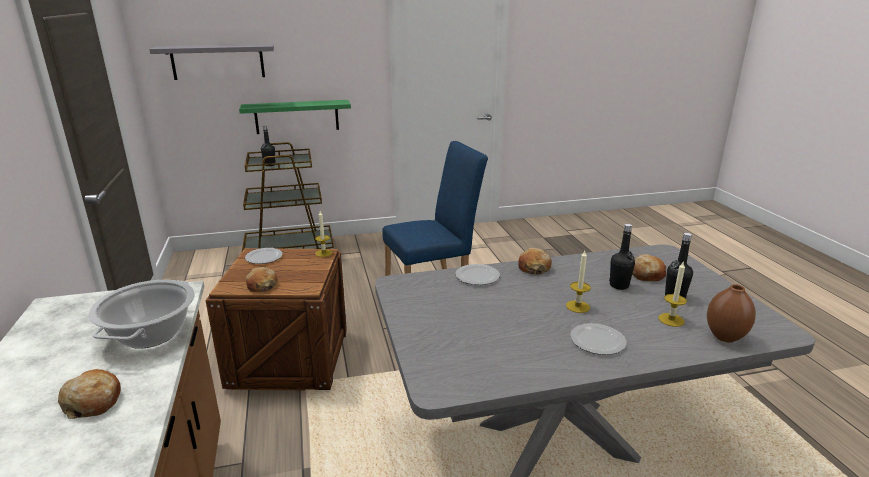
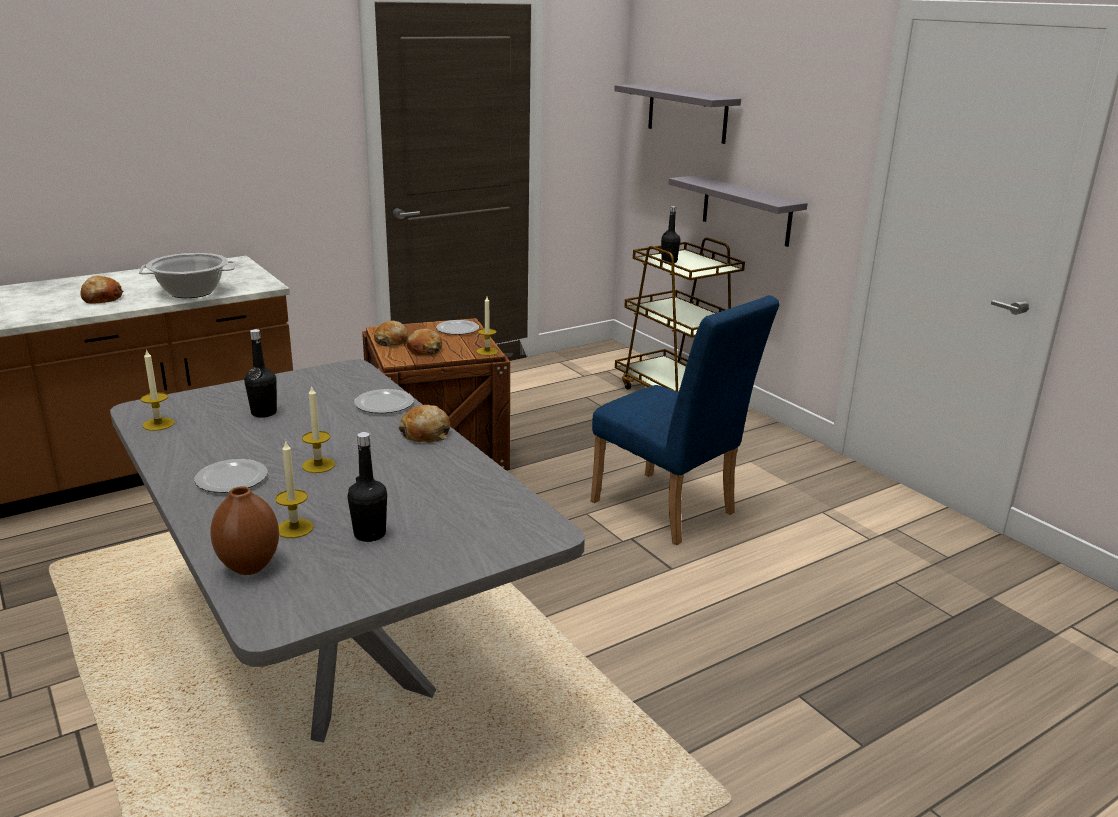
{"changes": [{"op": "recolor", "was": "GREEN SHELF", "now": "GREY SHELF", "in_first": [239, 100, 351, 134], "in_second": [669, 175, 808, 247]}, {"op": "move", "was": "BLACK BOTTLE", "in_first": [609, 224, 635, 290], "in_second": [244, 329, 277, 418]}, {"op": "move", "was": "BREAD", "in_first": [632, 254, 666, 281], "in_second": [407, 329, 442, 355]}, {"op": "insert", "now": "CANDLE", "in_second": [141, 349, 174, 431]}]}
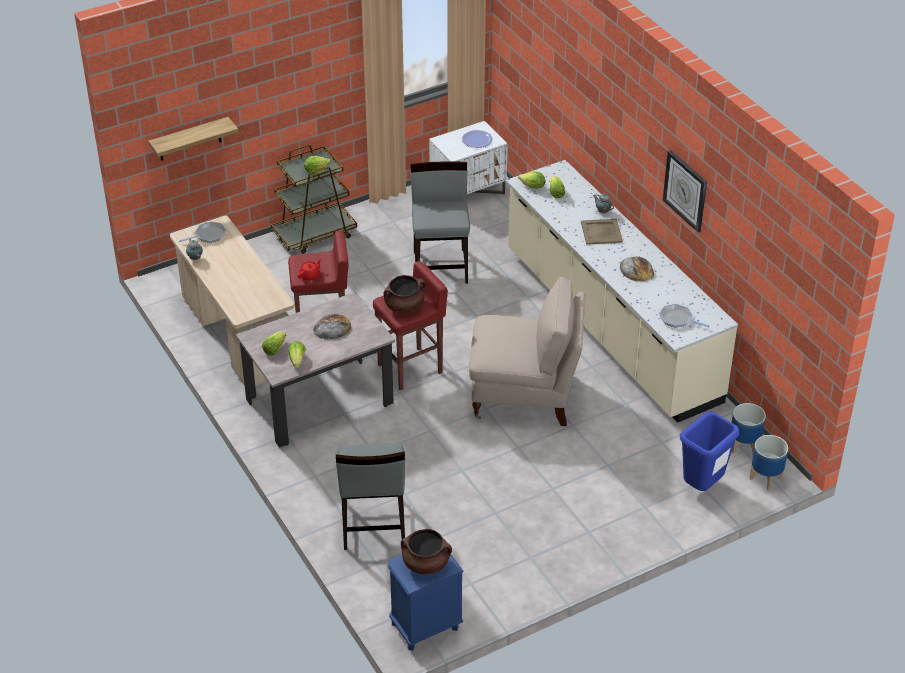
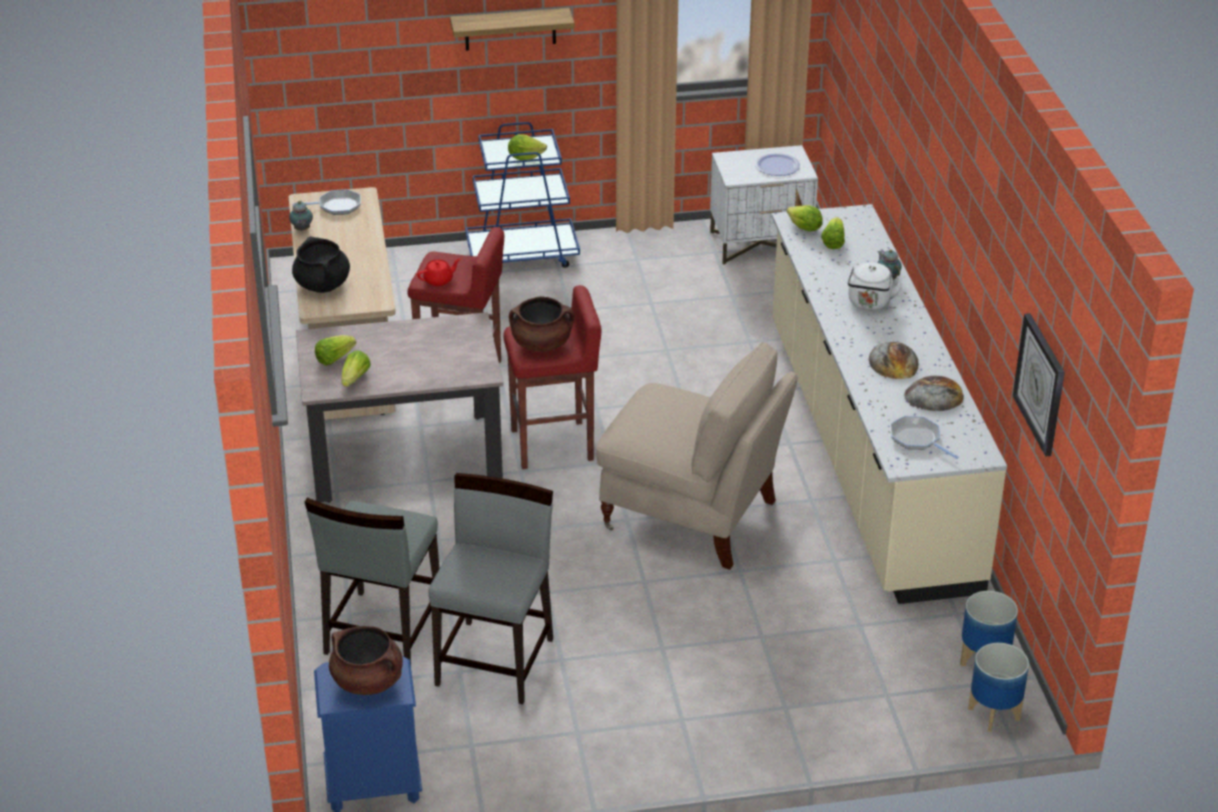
{"changes": [{"op": "move", "was": "SHELF", "in_first": [148, 117, 238, 161], "in_second": [450, 8, 575, 51]}, {"op": "recolor", "was": "BROWN CART", "now": "BLUE CART", "in_first": [271, 145, 357, 254], "in_second": [466, 122, 580, 268]}, {"op": "move", "was": "BREAD", "in_first": [313, 314, 351, 339], "in_second": [904, 376, 964, 411]}, {"op": "move", "was": "GREY CHAIR", "in_first": [410, 161, 470, 284], "in_second": [429, 473, 553, 704]}, {"op": "replace", "was": "BEIGE TRAY", "now": "WHITE KETTLE", "in_first": [581, 219, 623, 245], "in_second": [848, 262, 903, 310]}, {"op": "move", "was": "WALL CLOCK", "in_first": [663, 150, 707, 233], "in_second": [1013, 313, 1065, 457]}, {"op": "delete", "was": "BLUE TRASH CAN", "in_first": [680, 412, 739, 491]}, {"op": "insert", "now": "BLACK COOKING POT", "in_second": [292, 237, 350, 293]}]}
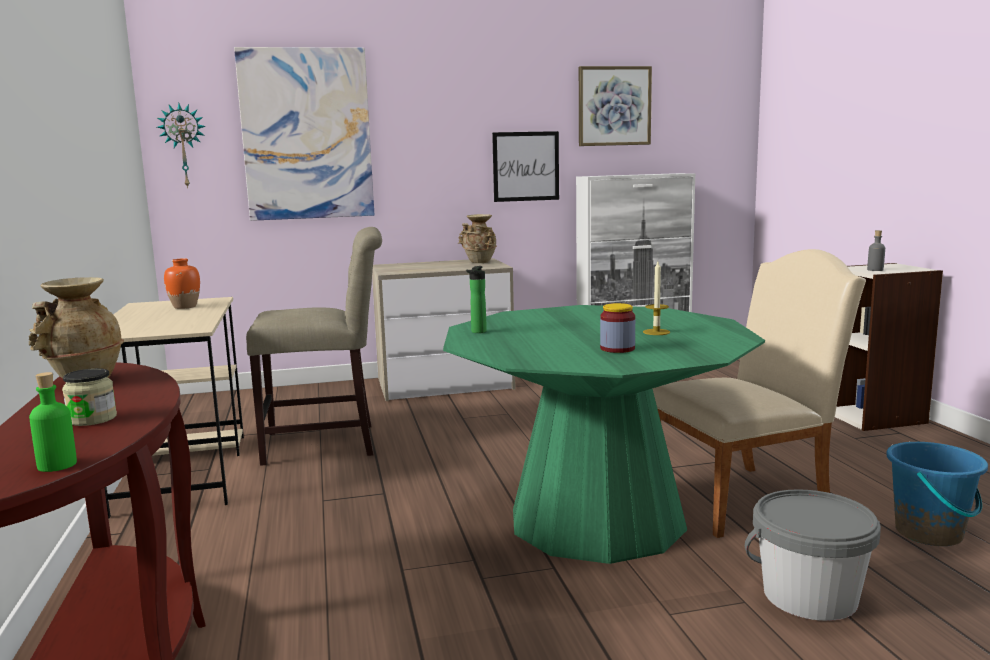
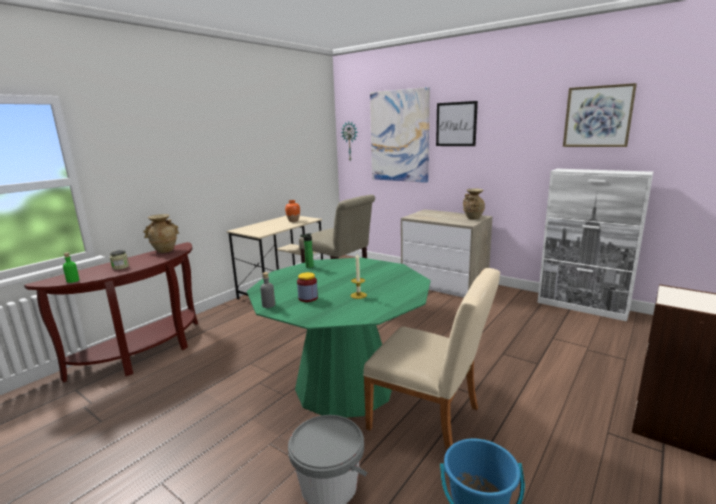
{"changes": [{"op": "move", "was": "PICTURE", "in_first": [492, 131, 559, 202], "in_second": [436, 101, 478, 146]}, {"op": "move", "was": "GREY BOTTLE", "in_first": [867, 230, 885, 271], "in_second": [260, 272, 275, 308]}]}
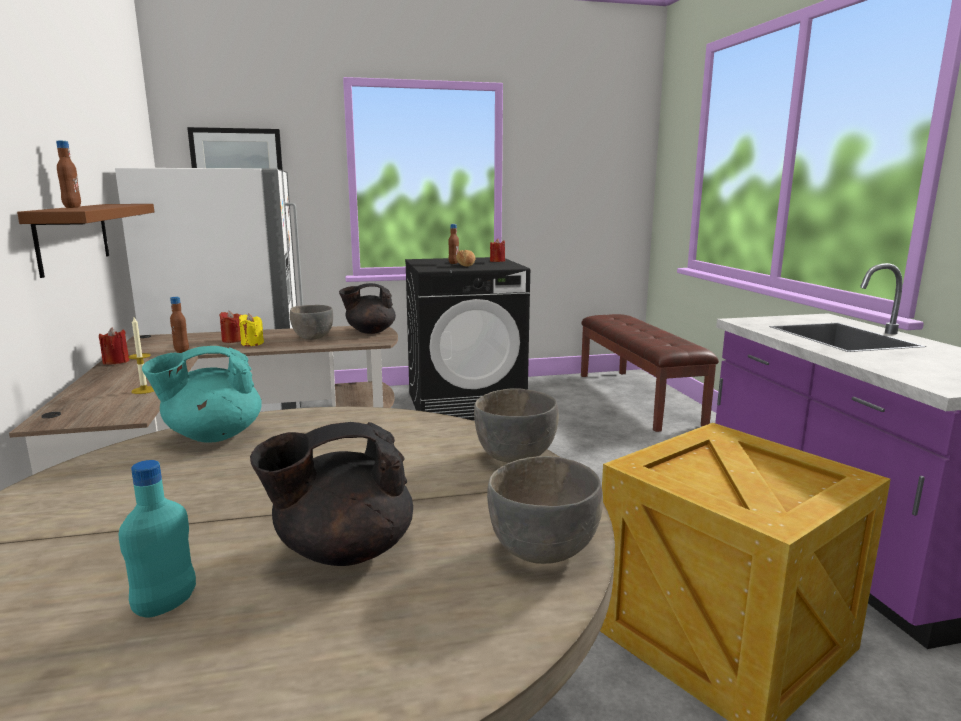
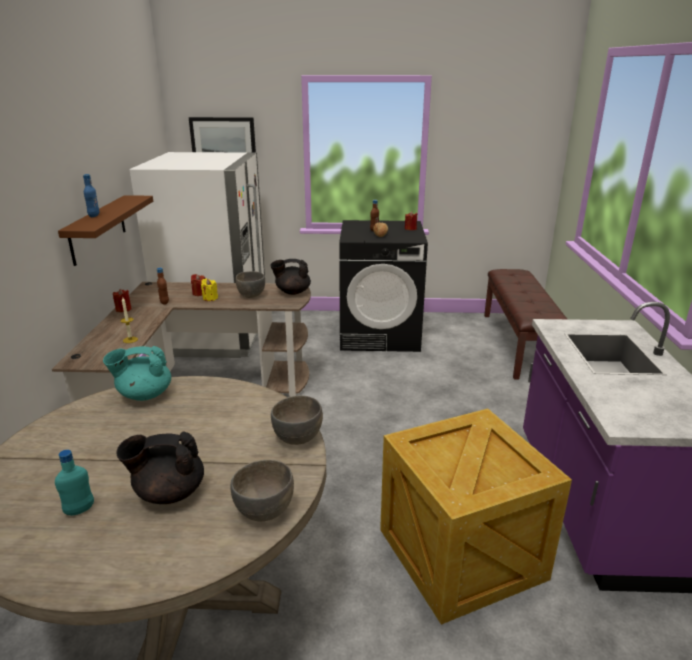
{"changes": [{"op": "recolor", "was": "BROWN BOTTLE", "now": "BLUE BOTTLE", "in_first": [56, 141, 81, 208], "in_second": [83, 174, 99, 217]}]}
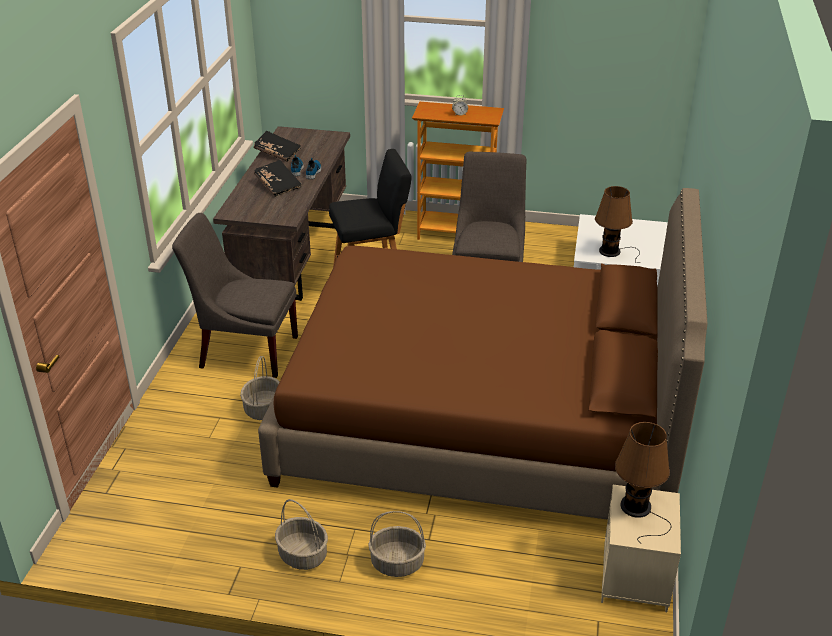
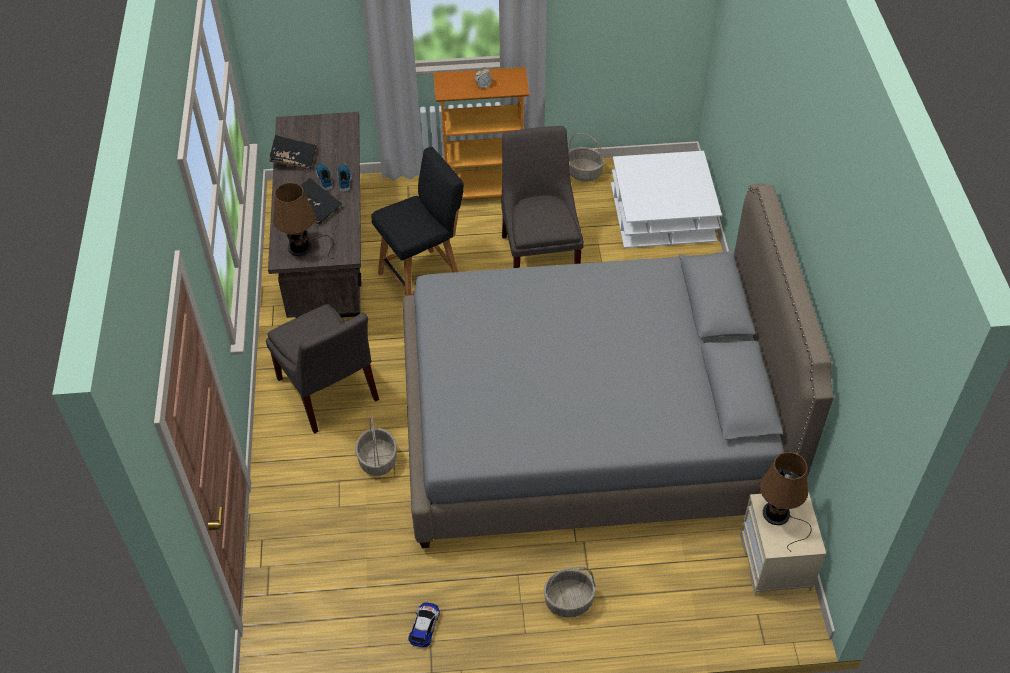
{"changes": [{"op": "rotate", "was": "GREY CHAIR", "in_first": [172, 213, 298, 378], "in_second": [266, 304, 379, 433], "clockwise": -120}, {"op": "recolor", "was": "BROWN BED", "now": "GREY BED", "in_first": [258, 188, 707, 520], "in_second": [403, 183, 833, 548]}, {"op": "move", "was": "BASKET", "in_first": [275, 499, 328, 570], "in_second": [568, 133, 604, 181]}, {"op": "move", "was": "BROWN TABLE LAMP", "in_first": [595, 186, 640, 263], "in_second": [273, 183, 334, 259]}, {"op": "insert", "now": "TOY CAR", "in_second": [408, 602, 440, 647]}]}
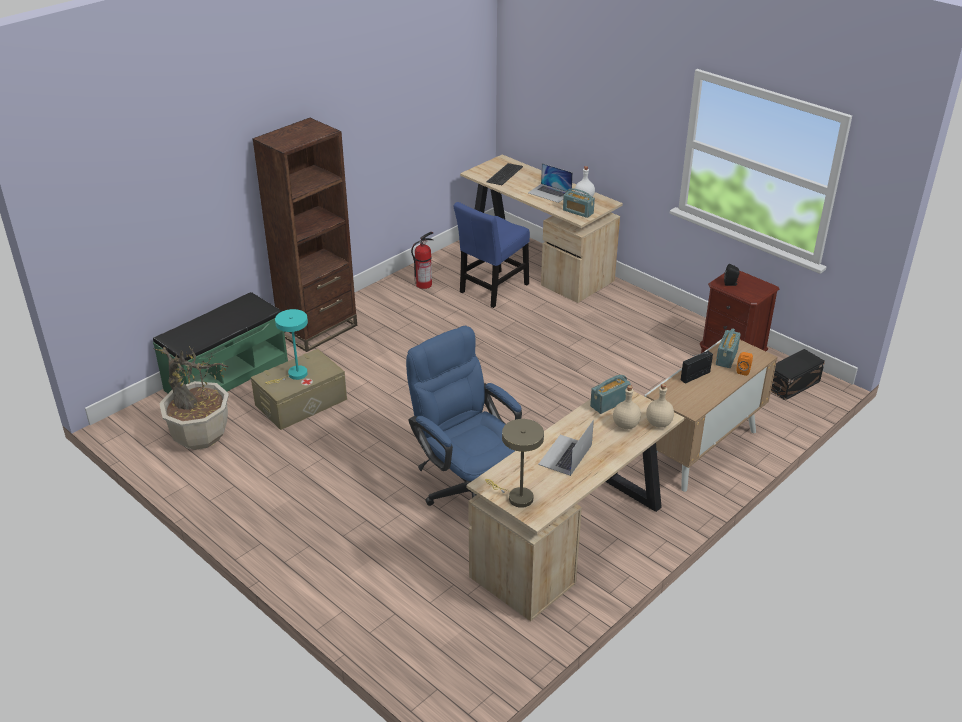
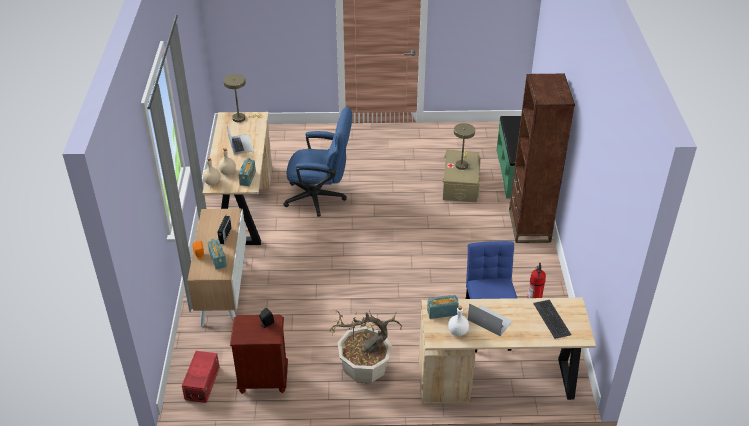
{"changes": [{"op": "move", "was": "POTTED PLANT", "in_first": [153, 346, 229, 450], "in_second": [329, 310, 403, 384]}, {"op": "recolor", "was": "TURQUOISE TABLE LAMP", "now": "BEIGE TABLE LAMP", "in_first": [265, 309, 308, 384], "in_second": [454, 123, 475, 170]}, {"op": "rotate", "was": "LAPTOP", "in_first": [528, 163, 573, 203], "in_second": [468, 303, 513, 336], "clockwise": 45}, {"op": "recolor", "was": "BLACK STORAGE BOX", "now": "RED STORAGE BOX", "in_first": [771, 349, 825, 400], "in_second": [182, 351, 220, 403]}]}
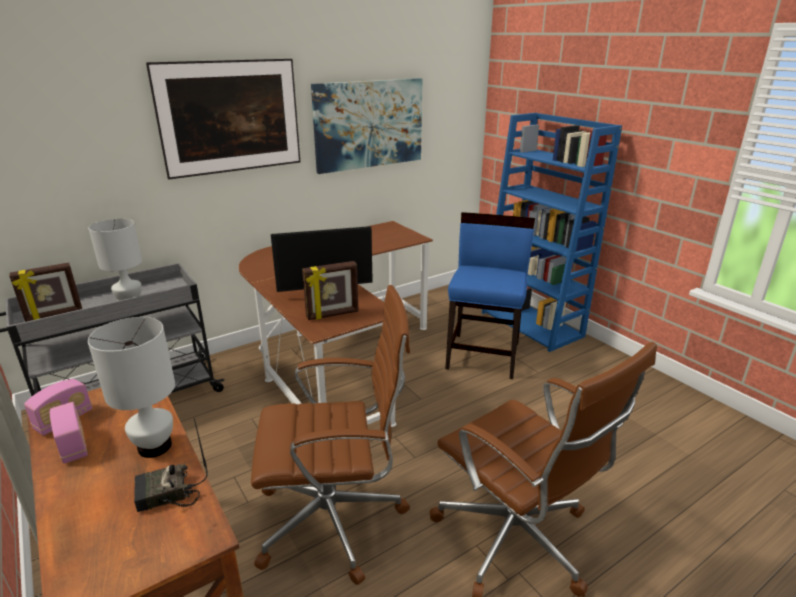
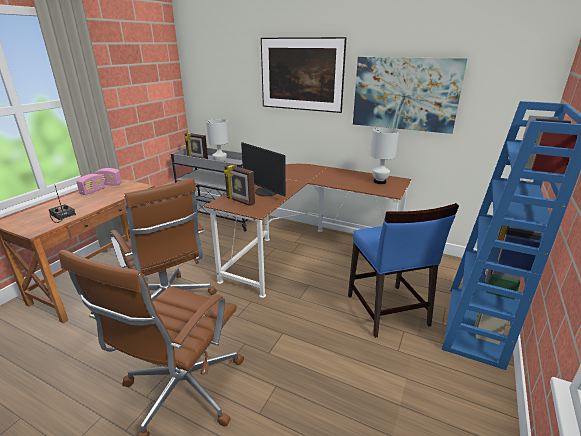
{"changes": [{"op": "move", "was": "WHITE TABLE LAMP", "in_first": [88, 317, 175, 458], "in_second": [370, 128, 399, 184]}, {"op": "rotate", "was": "BLUE CHAIR", "in_first": [445, 212, 535, 379], "in_second": [348, 203, 459, 338], "clockwise": 90}]}
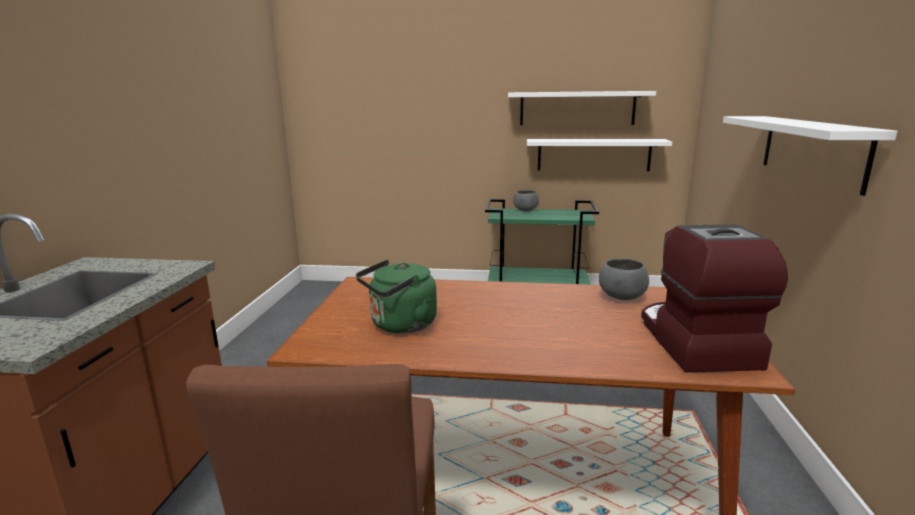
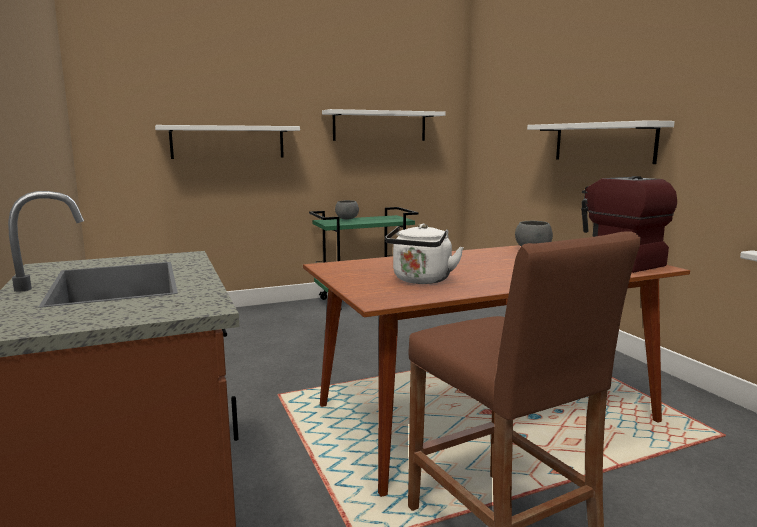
{"changes": [{"op": "recolor", "was": "GREEN KETTLE", "now": "WHITE KETTLE", "in_first": [356, 260, 437, 334], "in_second": [385, 224, 464, 284]}, {"op": "move", "was": "WHITE SHELF", "in_first": [527, 139, 672, 171], "in_second": [155, 125, 300, 159]}]}
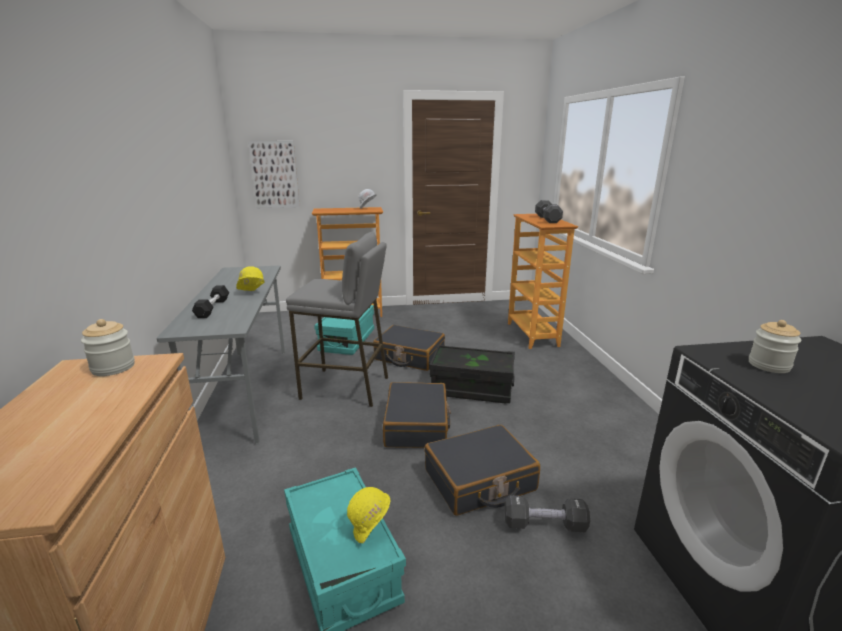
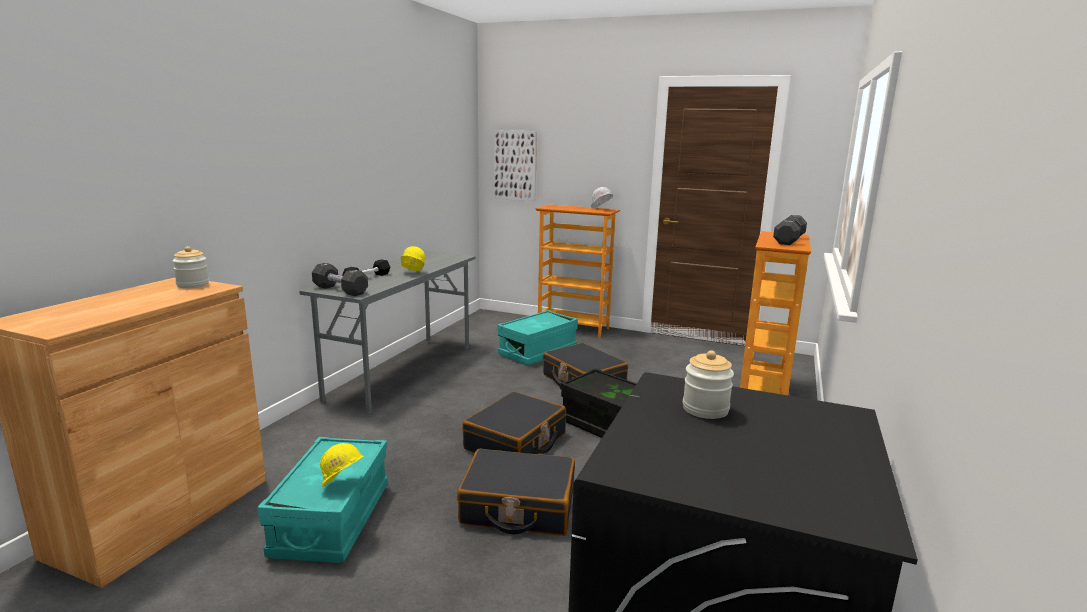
{"changes": [{"op": "delete", "was": "GREY STOOL", "in_first": [286, 232, 388, 407]}, {"op": "move", "was": "BLACK DUMBBELL", "in_first": [504, 495, 590, 532], "in_second": [312, 263, 368, 296]}]}
